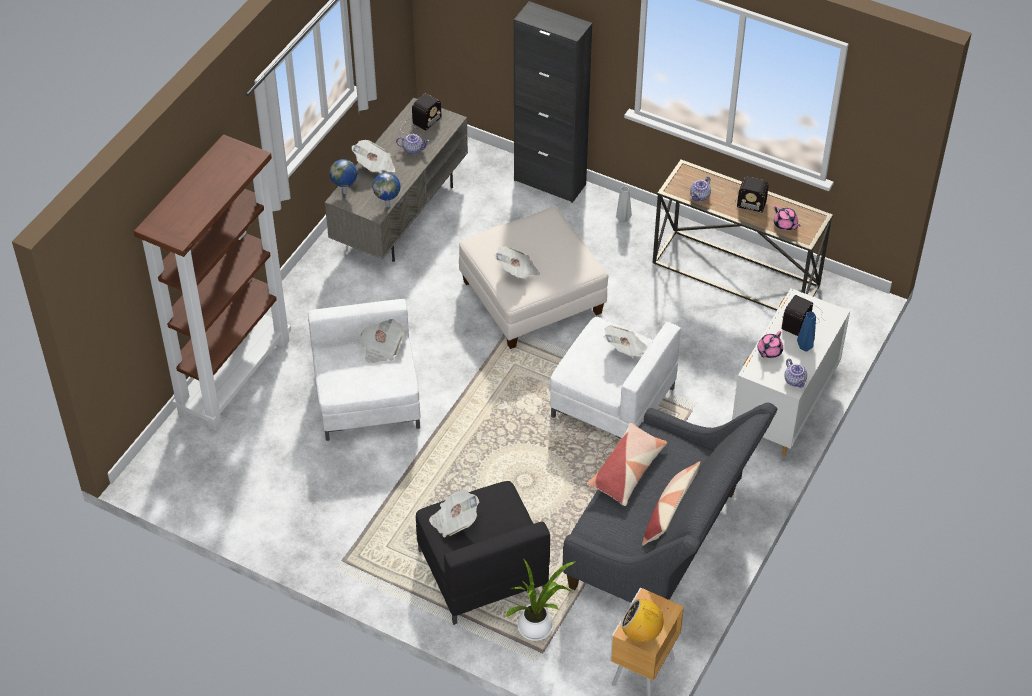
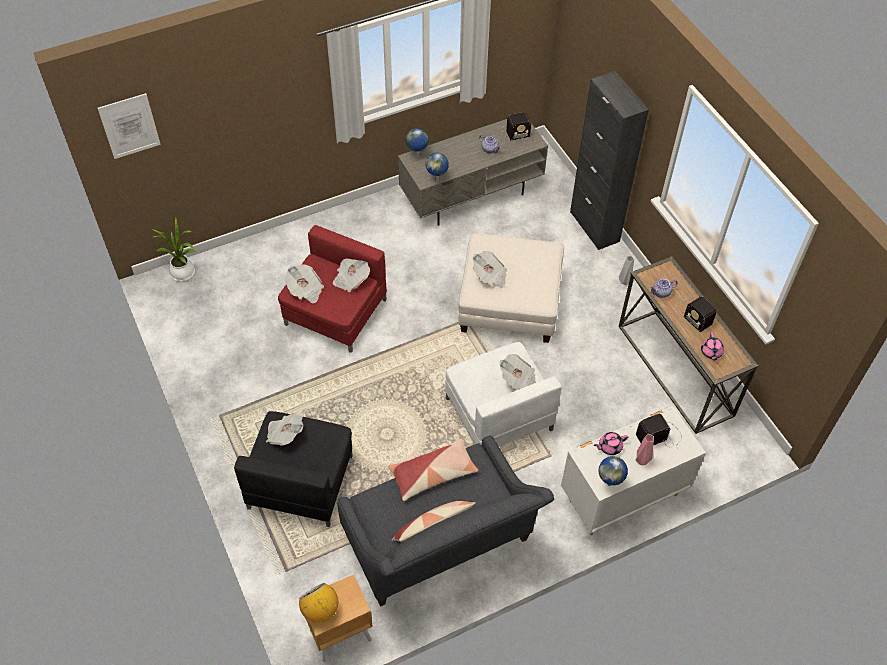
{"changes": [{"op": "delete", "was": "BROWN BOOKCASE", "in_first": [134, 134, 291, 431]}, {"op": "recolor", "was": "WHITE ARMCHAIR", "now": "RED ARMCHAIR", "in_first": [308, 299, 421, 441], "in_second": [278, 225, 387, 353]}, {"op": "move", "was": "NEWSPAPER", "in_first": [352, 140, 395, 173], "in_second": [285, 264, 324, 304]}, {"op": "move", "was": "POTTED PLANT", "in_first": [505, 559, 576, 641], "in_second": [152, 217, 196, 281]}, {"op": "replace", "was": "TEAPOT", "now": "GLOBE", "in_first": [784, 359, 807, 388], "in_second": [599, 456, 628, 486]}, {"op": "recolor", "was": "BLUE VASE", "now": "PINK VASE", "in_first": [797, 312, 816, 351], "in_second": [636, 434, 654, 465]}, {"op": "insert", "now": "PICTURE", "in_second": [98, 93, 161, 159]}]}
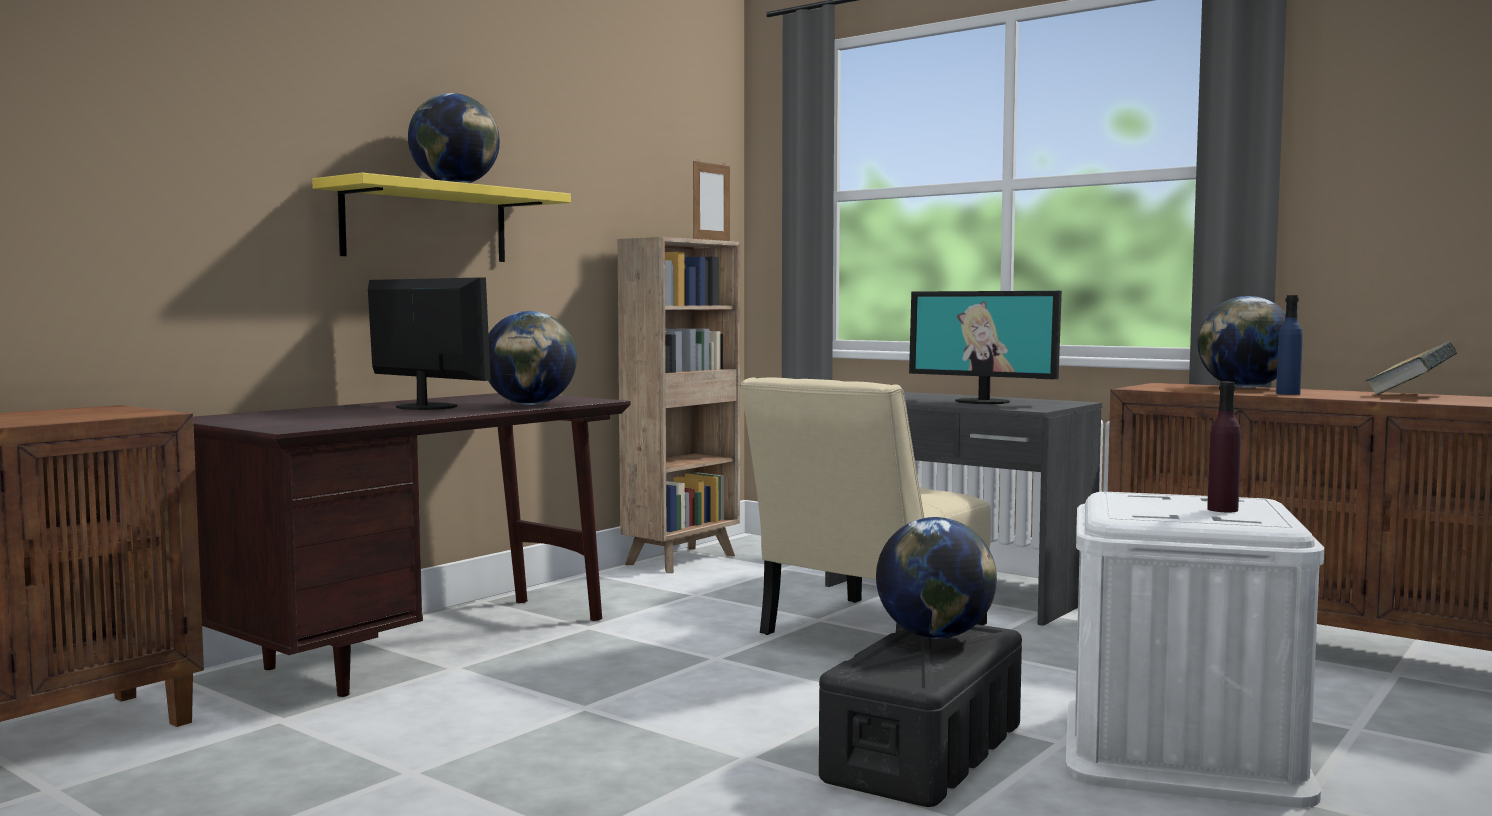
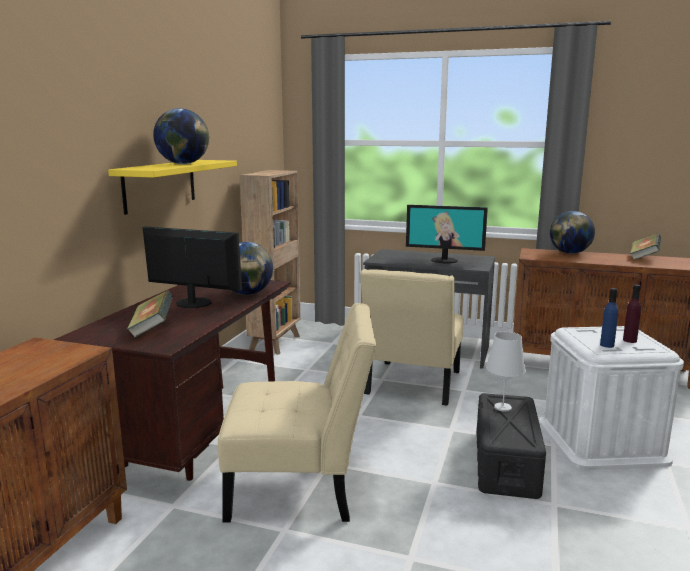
{"changes": [{"op": "delete", "was": "PICTURE FRAME", "in_first": [693, 160, 730, 241]}, {"op": "replace", "was": "GLOBE", "now": "WHITE TABLE LAMP", "in_first": [876, 517, 997, 639], "in_second": [486, 332, 526, 412]}, {"op": "move", "was": "BLUE BOTTLE", "in_first": [1276, 295, 1303, 395], "in_second": [600, 288, 618, 348]}, {"op": "insert", "now": "BOOK", "in_second": [127, 290, 173, 338]}, {"op": "insert", "now": "BEIGE CHAIR", "in_second": [218, 303, 376, 523]}]}
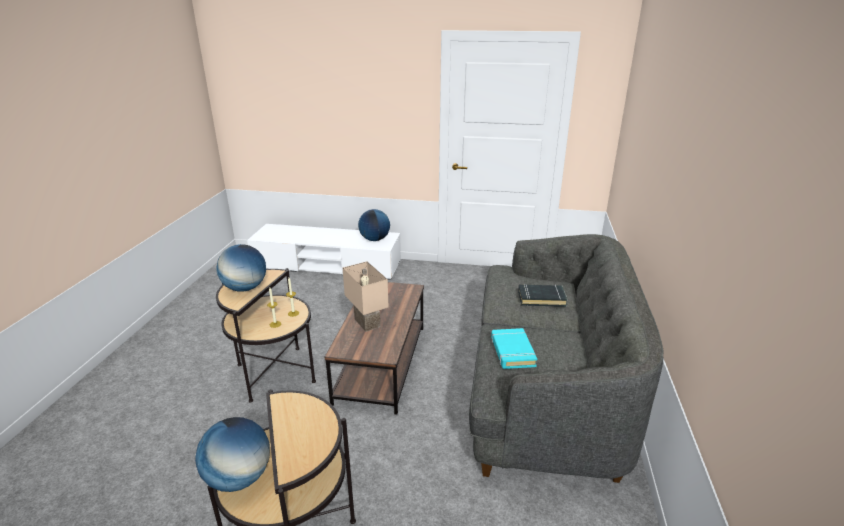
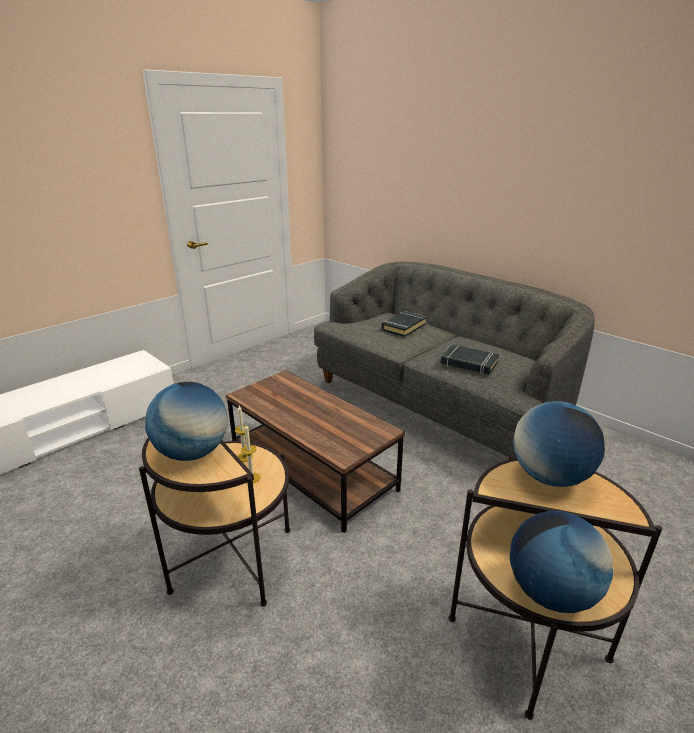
{"changes": [{"op": "delete", "was": "BEIGE TABLE LAMP", "in_first": [343, 261, 389, 332]}, {"op": "move", "was": "GLOBE", "in_first": [358, 209, 390, 241], "in_second": [513, 401, 605, 487]}, {"op": "recolor", "was": "TURQUOISE BOOK", "now": "BLACK BOOK", "in_first": [491, 328, 537, 369], "in_second": [440, 344, 499, 375]}]}
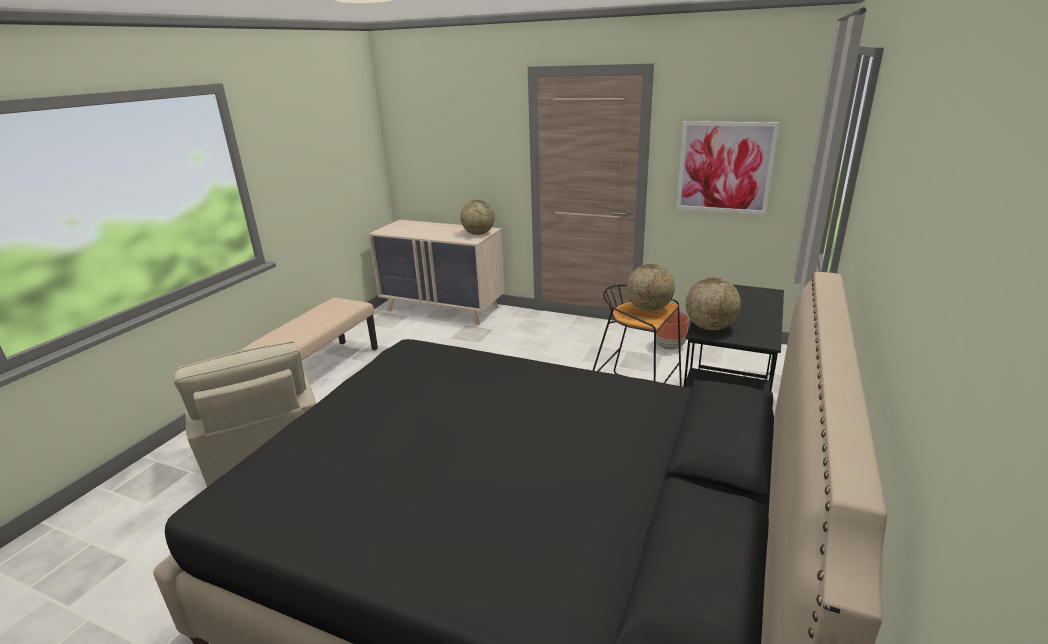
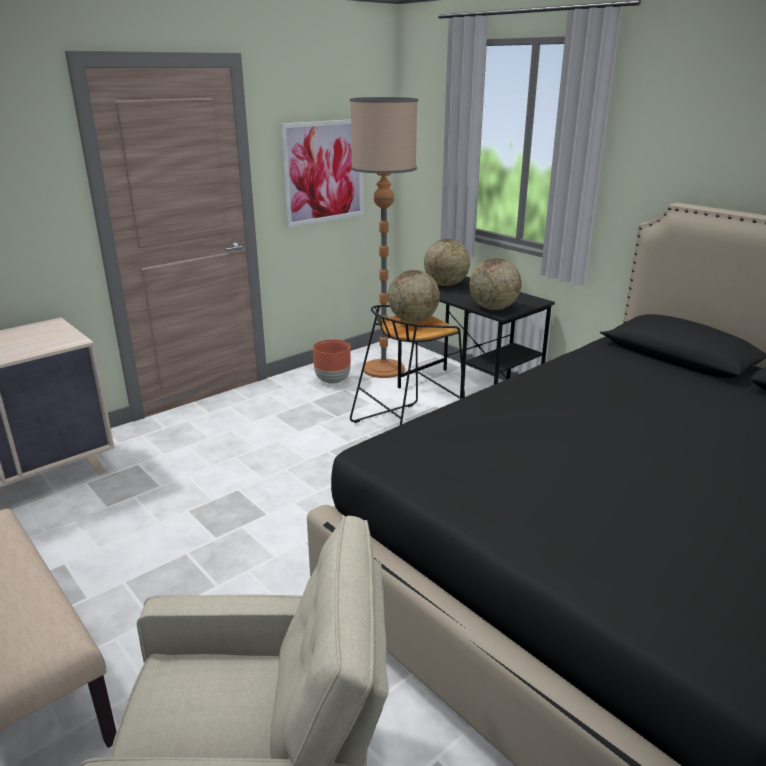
{"changes": [{"op": "move", "was": "GLOBE", "in_first": [460, 200, 495, 235], "in_second": [424, 239, 470, 286]}, {"op": "insert", "now": "FLOOR LAMP", "in_second": [350, 97, 418, 378]}]}
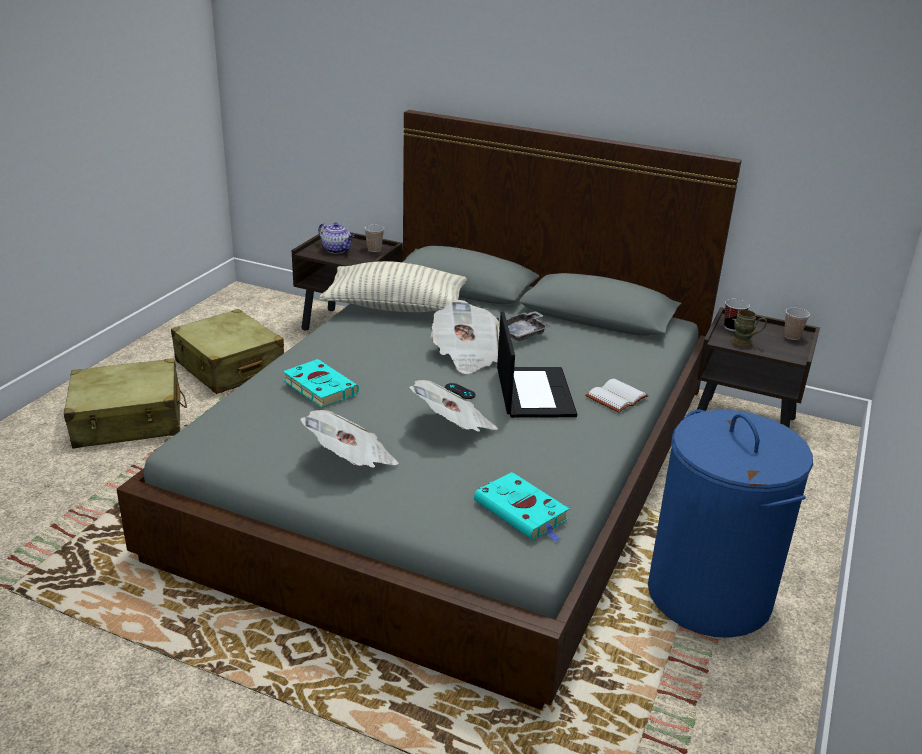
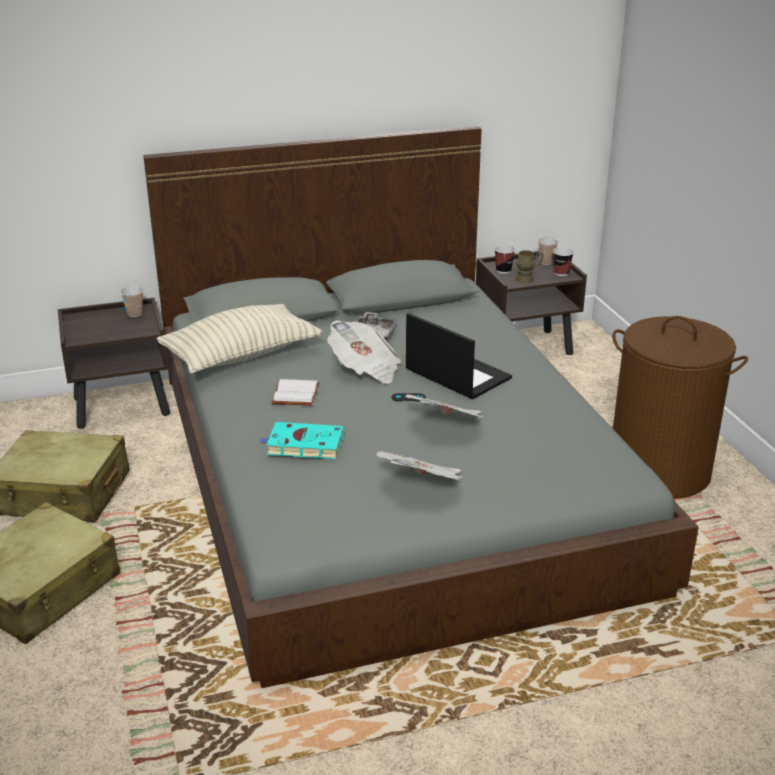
{"changes": [{"op": "delete", "was": "TEAPOT", "in_first": [318, 222, 354, 253]}, {"op": "delete", "was": "TURQUOISE BOOK", "in_first": [474, 472, 569, 542]}, {"op": "move", "was": "WHITE BOOK", "in_first": [585, 379, 649, 413], "in_second": [271, 379, 319, 405]}, {"op": "recolor", "was": "BLUE LAUNDRY BASKET", "now": "BROWN LAUNDRY BASKET", "in_first": [648, 410, 813, 638], "in_second": [612, 316, 748, 499]}, {"op": "insert", "now": "CUP", "in_second": [553, 248, 574, 276]}]}
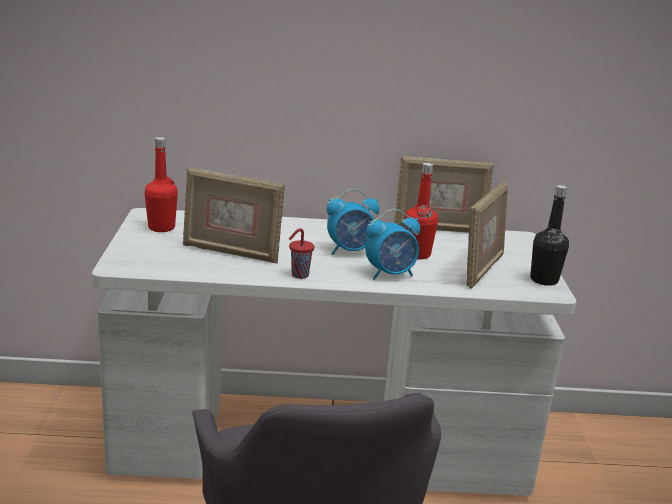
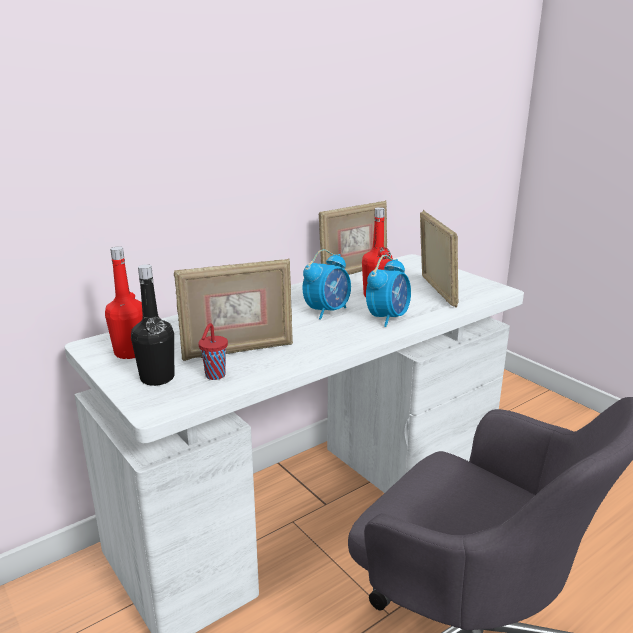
{"changes": [{"op": "move", "was": "RED CUP", "in_first": [289, 228, 315, 279], "in_second": [198, 323, 228, 380]}, {"op": "move", "was": "BLACK BOTTLE", "in_first": [530, 185, 569, 286], "in_second": [131, 264, 174, 386]}]}
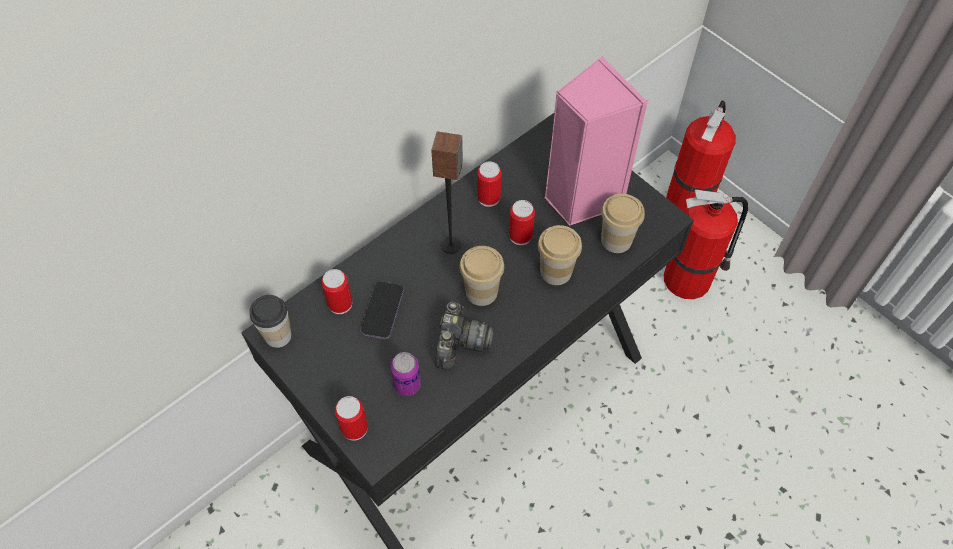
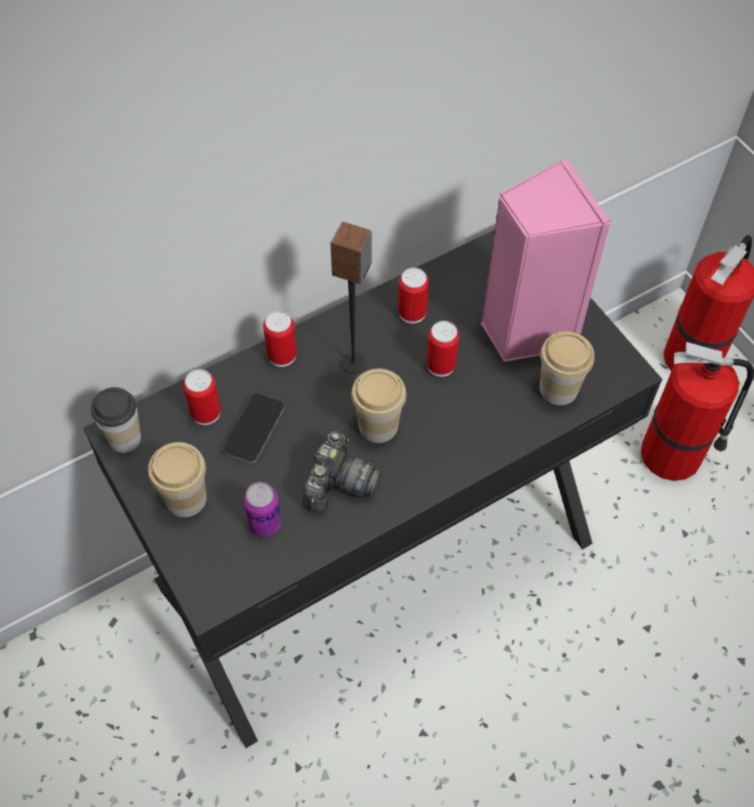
{"changes": [{"op": "move", "was": "CAN", "in_first": [335, 396, 368, 441], "in_second": [263, 311, 297, 367]}, {"op": "move", "was": "CUP", "in_first": [538, 225, 582, 285], "in_second": [148, 442, 207, 517]}]}
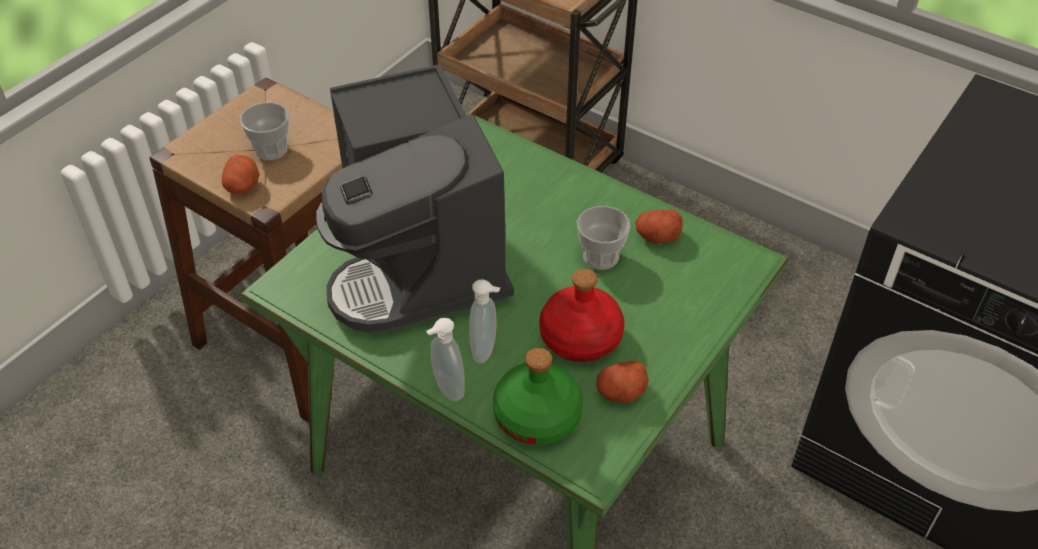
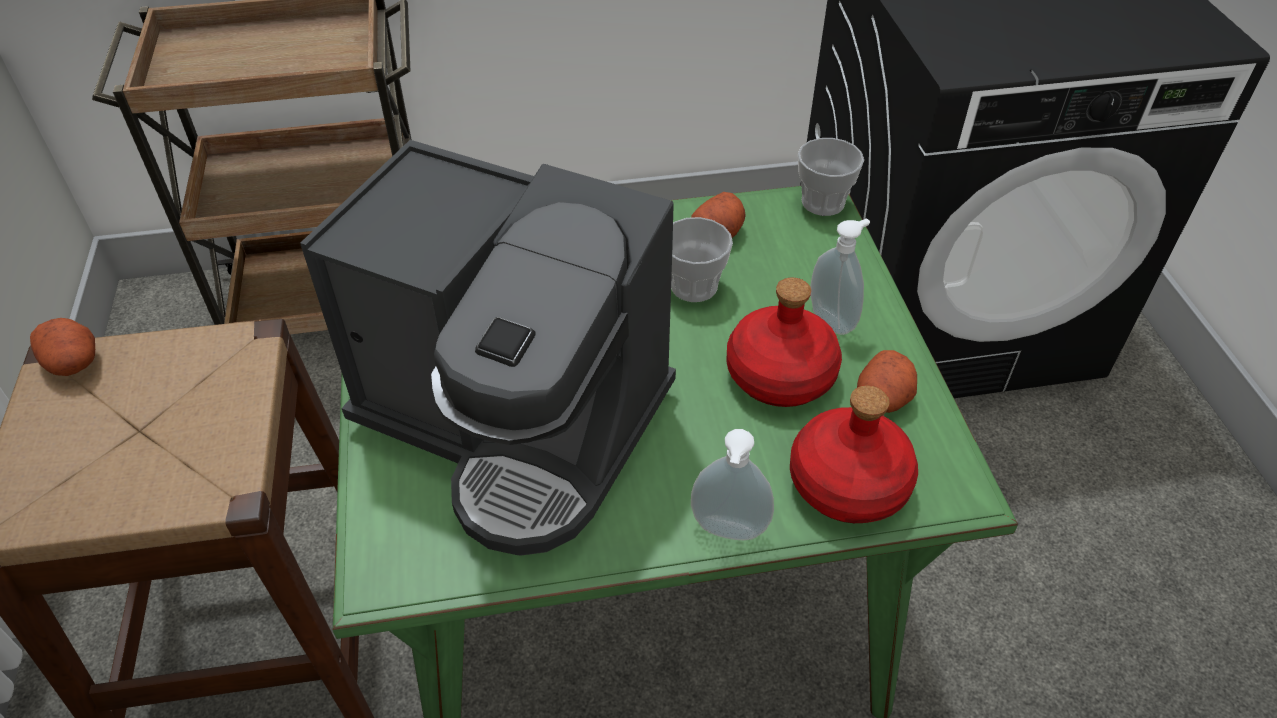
{"changes": [{"op": "move", "was": "POTATO", "in_first": [222, 155, 260, 194], "in_second": [30, 318, 95, 376]}, {"op": "move", "was": "CUP", "in_first": [240, 102, 289, 160], "in_second": [798, 138, 864, 216]}, {"op": "move", "was": "SOAP DISPENSER", "in_first": [469, 279, 500, 363], "in_second": [811, 218, 870, 335]}, {"op": "recolor", "was": "GREEN BOTTLE", "now": "RED BOTTLE", "in_first": [493, 348, 583, 445], "in_second": [790, 385, 918, 523]}]}
